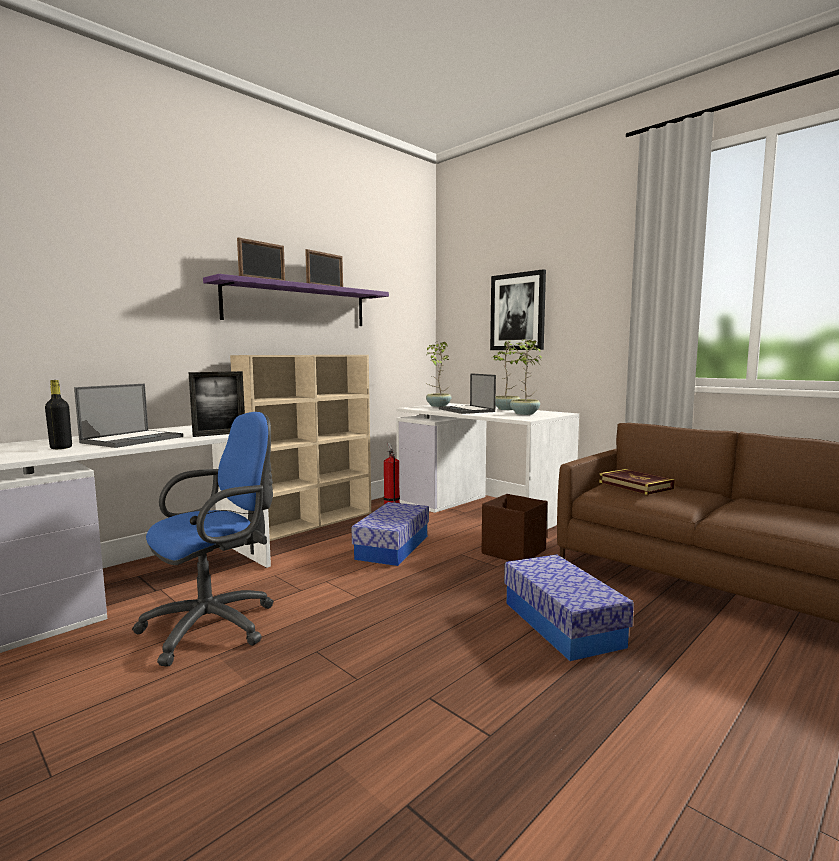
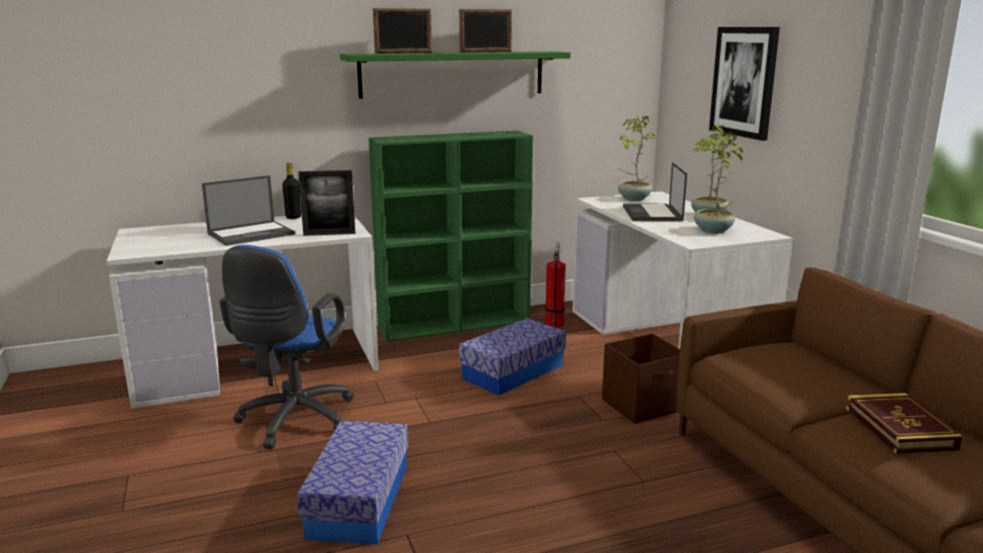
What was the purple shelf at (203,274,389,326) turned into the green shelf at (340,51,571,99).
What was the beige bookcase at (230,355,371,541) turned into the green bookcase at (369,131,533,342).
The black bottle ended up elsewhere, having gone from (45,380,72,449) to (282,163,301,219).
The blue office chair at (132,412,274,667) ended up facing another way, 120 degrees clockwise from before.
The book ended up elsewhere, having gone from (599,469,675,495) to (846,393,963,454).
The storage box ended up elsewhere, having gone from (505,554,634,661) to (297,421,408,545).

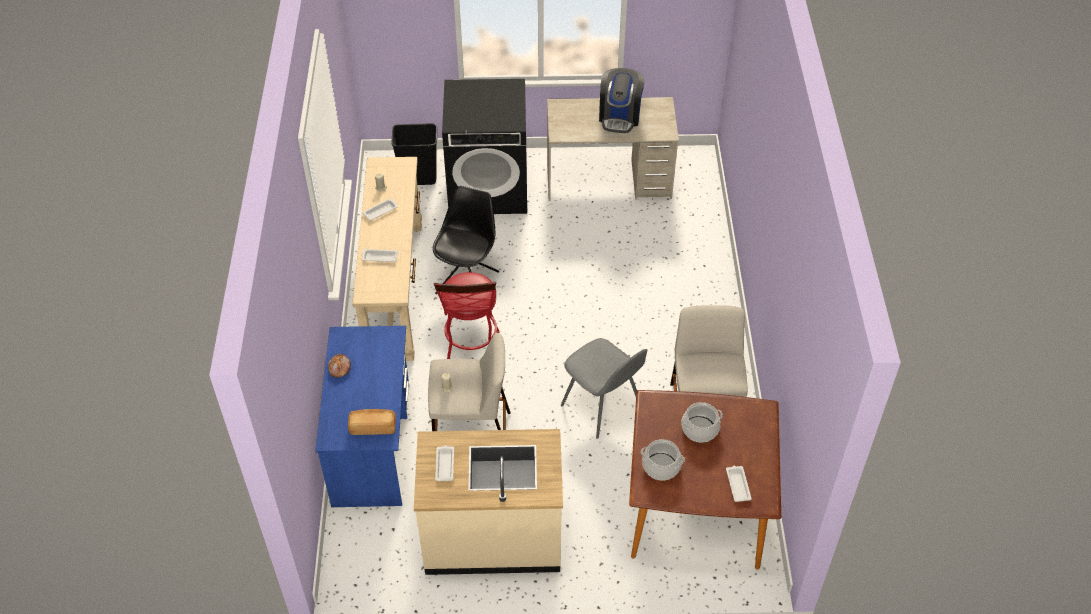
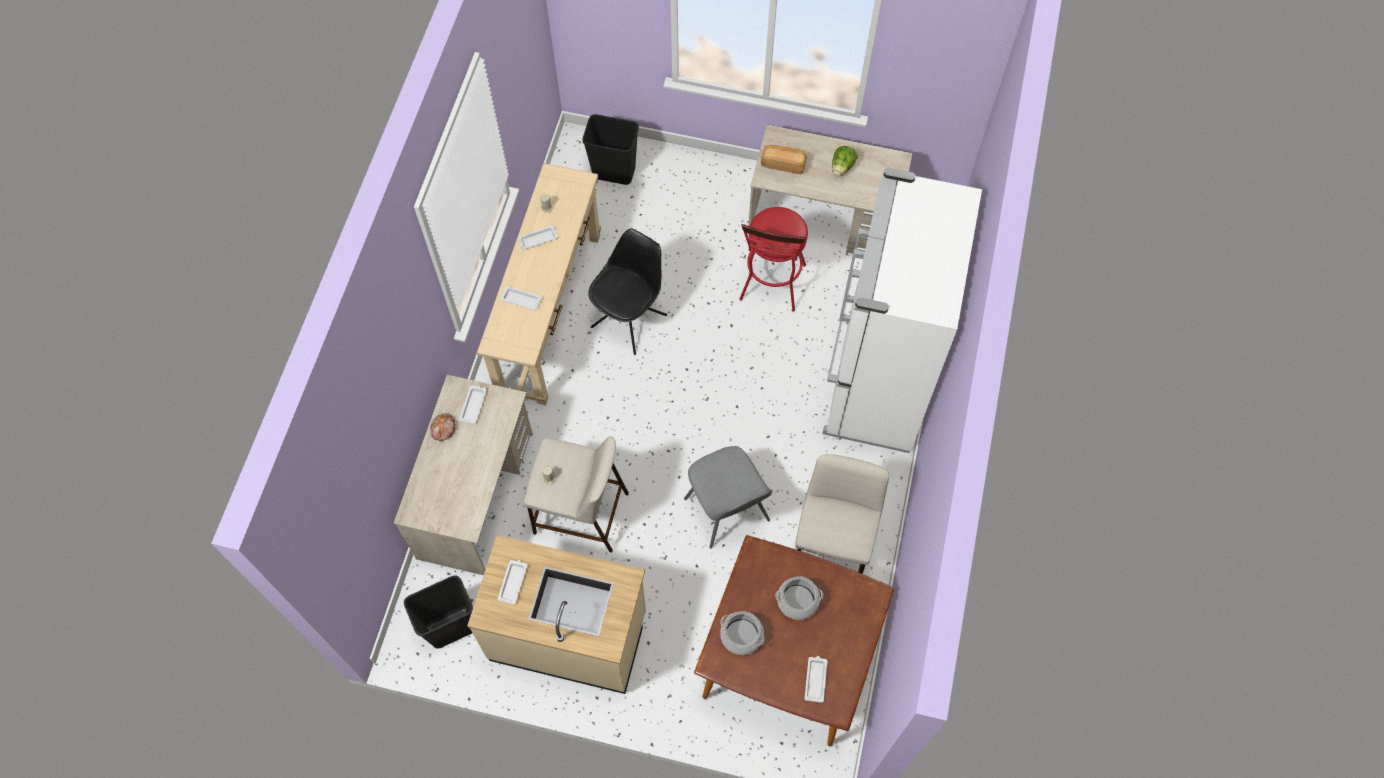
Where the coffee machine stood at (599,68,645,133), the lettuce came to stand at (832,146,858,177).
The second view lost the black washing machine at (442,79,527,214).
The red stool ended up elsewhere, having gone from (434,272,500,359) to (739,207,808,312).
What was the blue desk at (316,326,409,507) turned into the beige desk at (393,375,533,575).
The bread ended up elsewhere, having gone from (348,409,396,435) to (761,145,807,174).
The second view gained the white fridge at (822,168,982,453).
The second view gained the white tray at (459,386,487,424).
The second view gained the black trash can at (404,575,473,649).

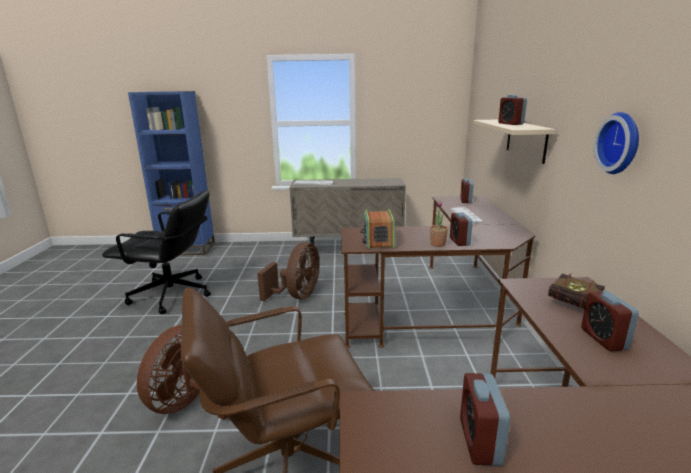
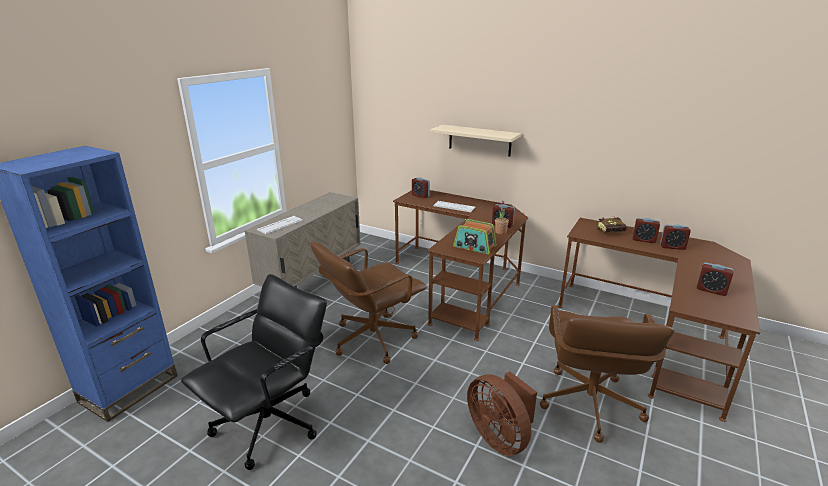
The alarm clock ended up elsewhere, having gone from (498,95,527,125) to (660,224,691,250).
The second view lost the wall clock at (594,112,639,174).
Where the brown fan stood at (257,242,319,301), the brown office chair came to stand at (310,242,427,364).

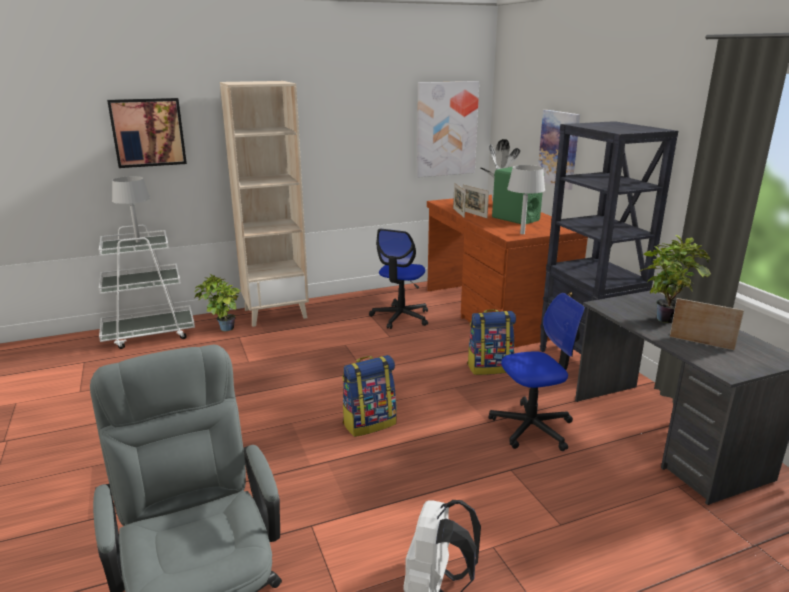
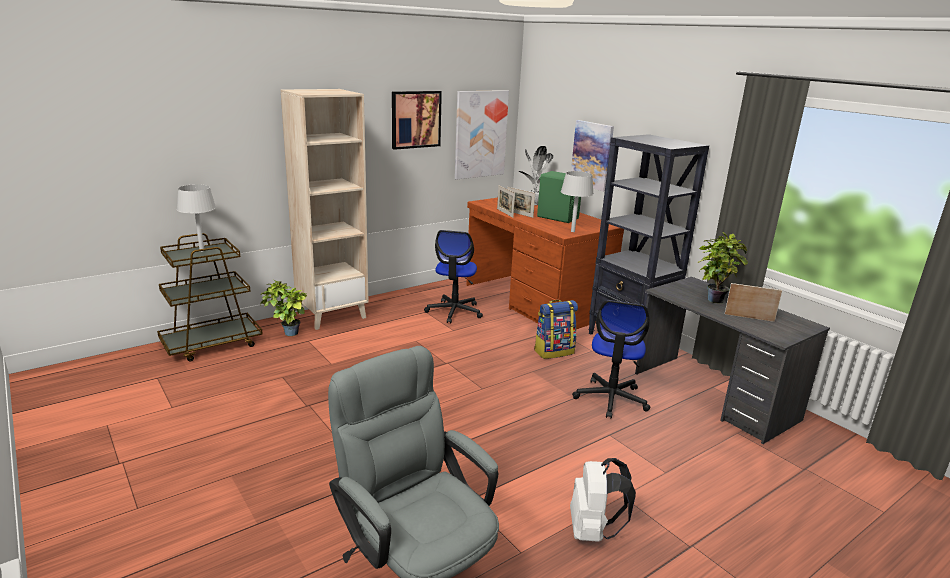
The picture ended up elsewhere, having gone from (107,98,187,168) to (392,91,442,150).
What was the white cart at (99,225,195,349) turned into the brown cart at (157,233,263,362).
The office chair at (488,293,585,451) ended up facing another way, 135 degrees clockwise from before.
The second view lost the backpack at (342,355,397,437).

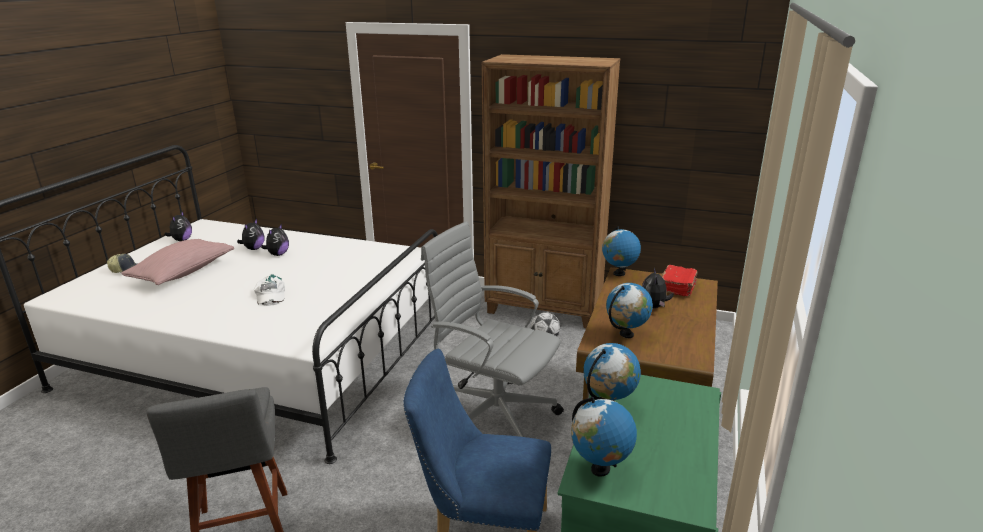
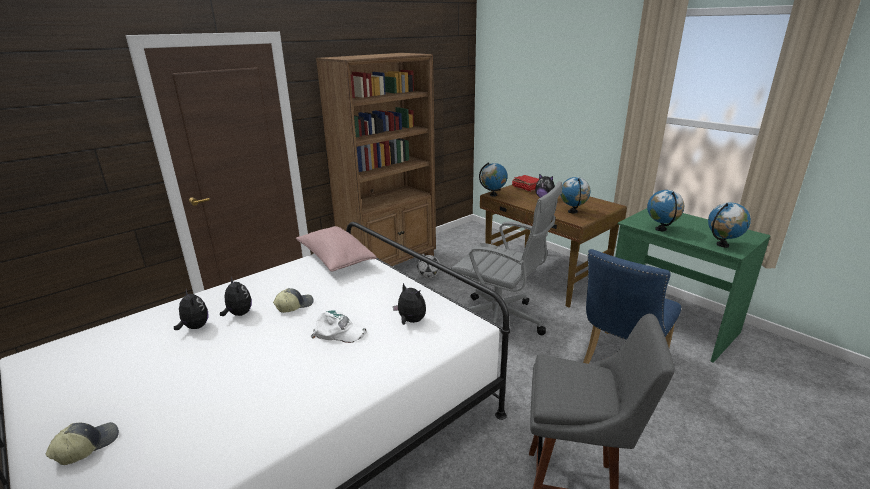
The plush toy ended up elsewhere, having gone from (164,211,192,241) to (393,283,426,325).
The grey office chair at (421,221,564,437) ended up facing another way, 120 degrees counterclockwise from before.
The pink pillow ended up elsewhere, having gone from (121,239,234,285) to (296,226,377,271).
The second view gained the cap at (273,288,314,313).

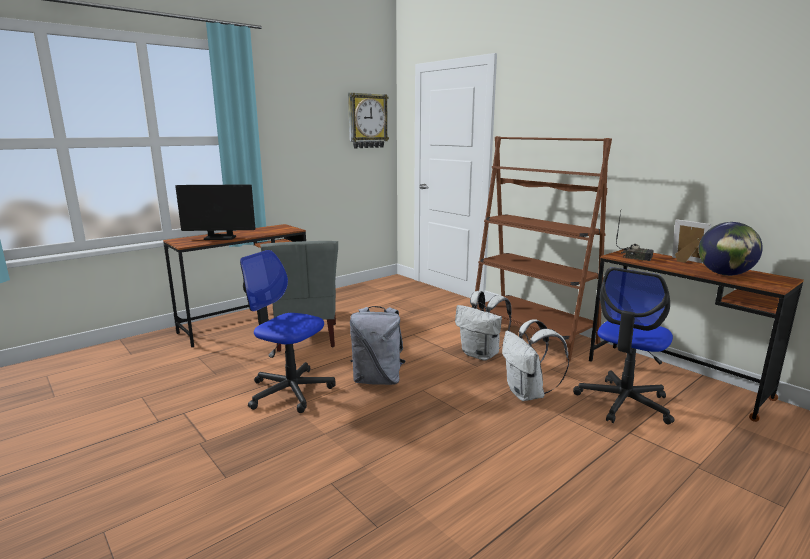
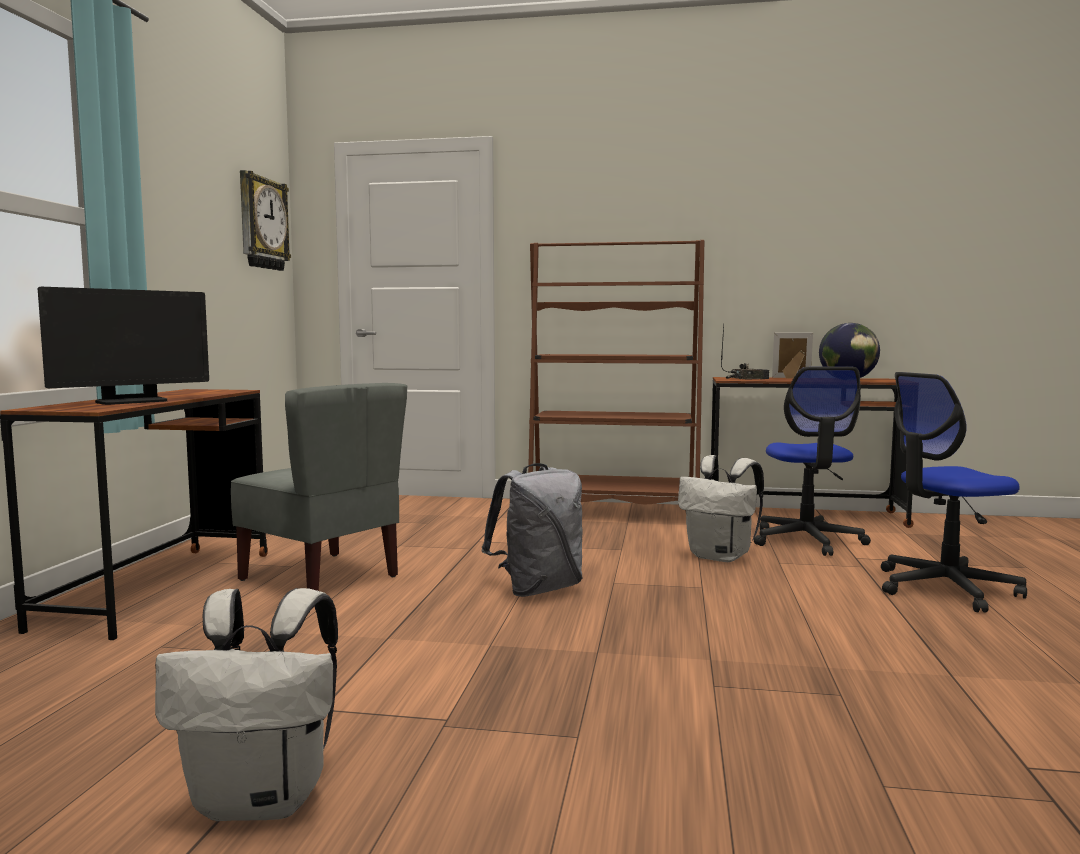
The office chair ended up elsewhere, having gone from (240,250,336,413) to (881,372,1027,613).
The white backpack ended up elsewhere, having gone from (455,291,512,361) to (155,588,338,821).

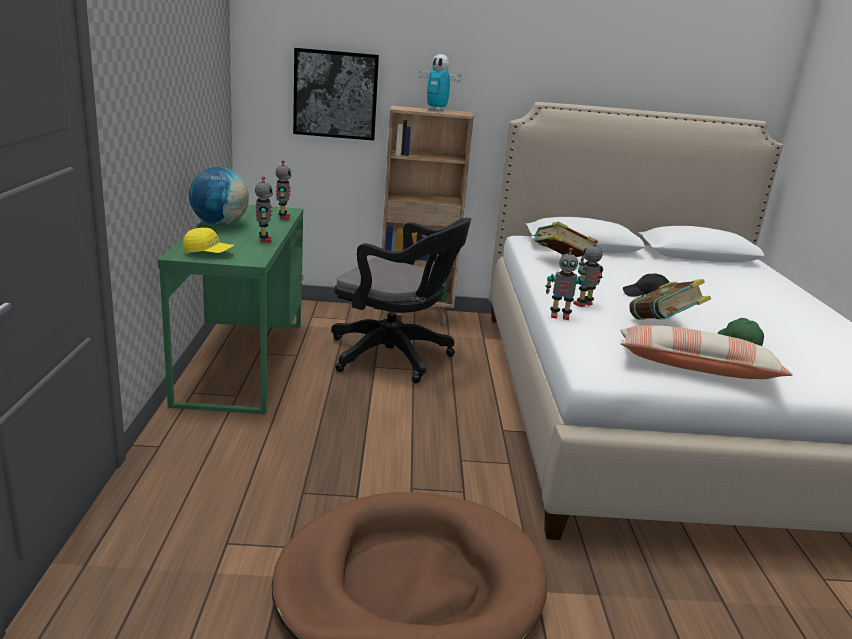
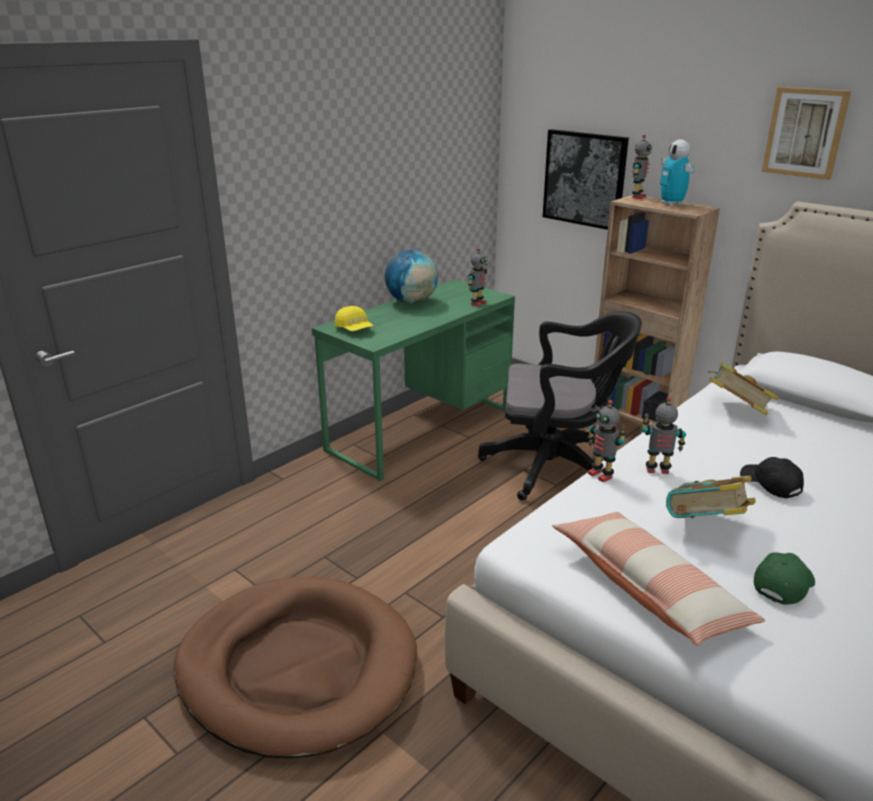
The toy robot ended up elsewhere, having gone from (255,176,273,243) to (632,135,652,199).
The black office chair at (331,218,471,384) ended up facing another way, 60 degrees counterclockwise from before.
The second view gained the picture at (762,87,851,180).

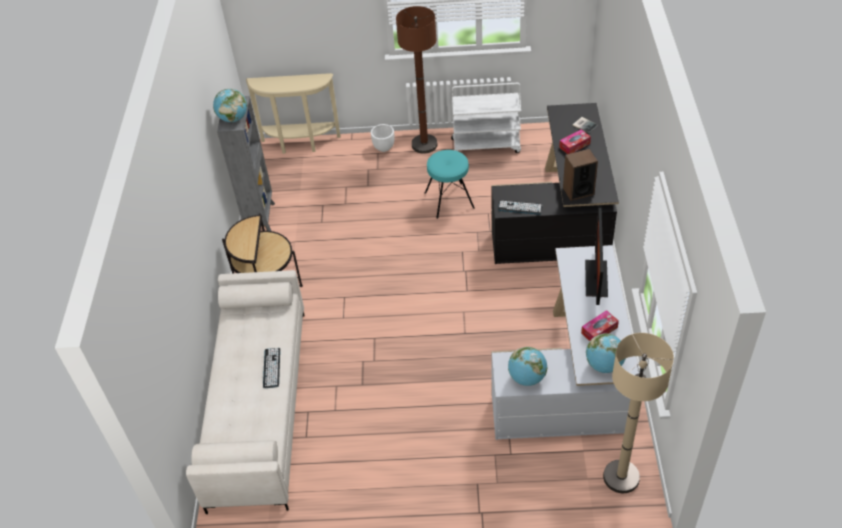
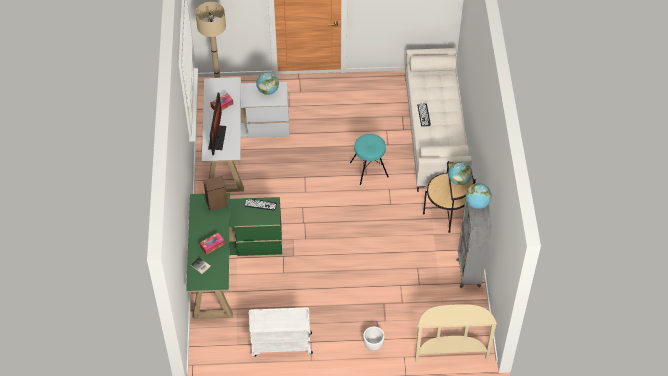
The second view lost the brown floor lamp at (396,6,438,154).
What was the black desk at (491,103,619,264) turned into the green desk at (186,193,282,319).
The turquoise stool ended up elsewhere, having gone from (425,150,475,219) to (350,134,389,185).
The globe ended up elsewhere, having gone from (586,333,626,373) to (448,161,473,185).

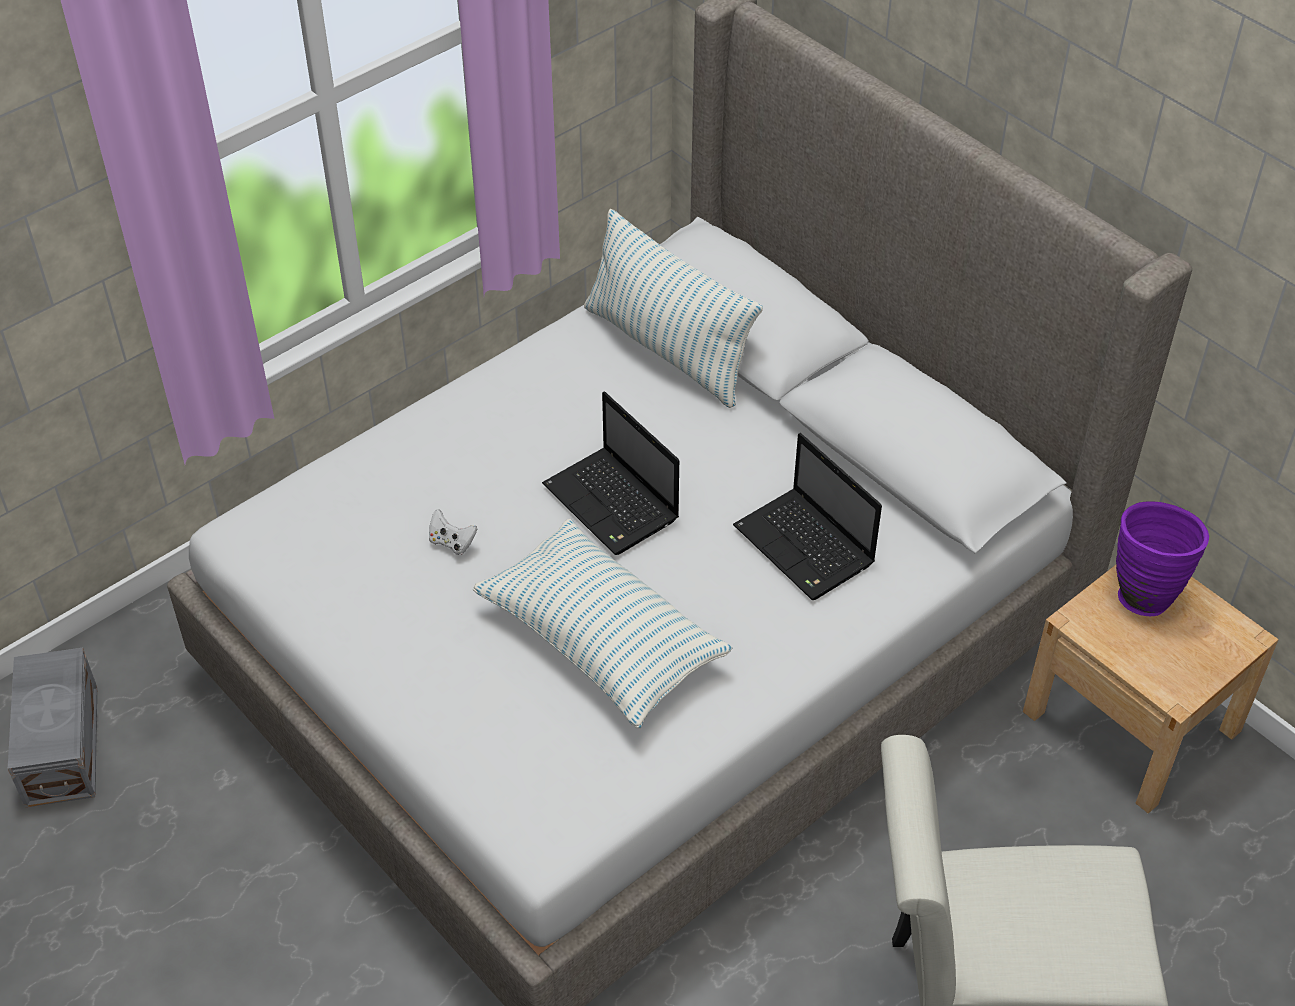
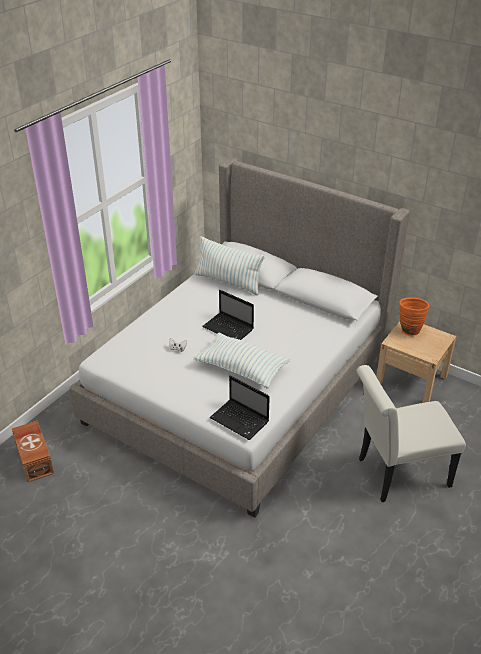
The laptop ended up elsewhere, having gone from (733,433,882,600) to (210,375,270,440).
What was the purple vase at (1116,501,1209,617) turned into the orange vase at (399,298,429,336).
What was the grey storage box at (8,648,97,807) turned into the brown storage box at (12,421,54,482).

